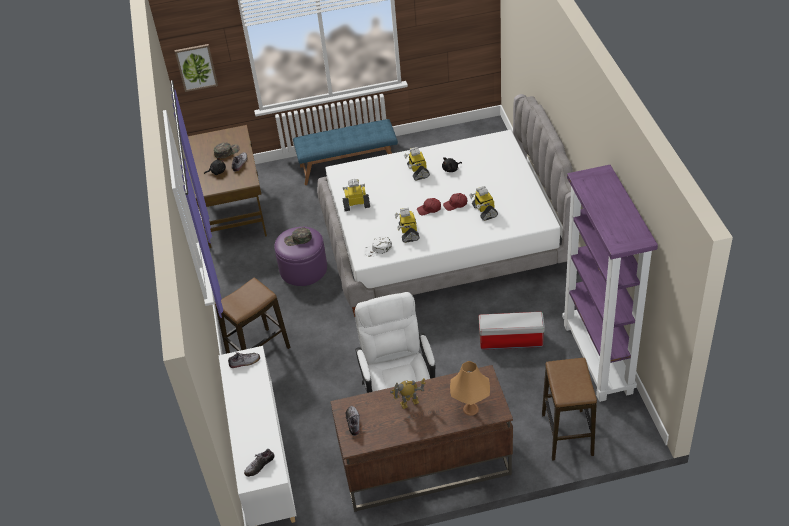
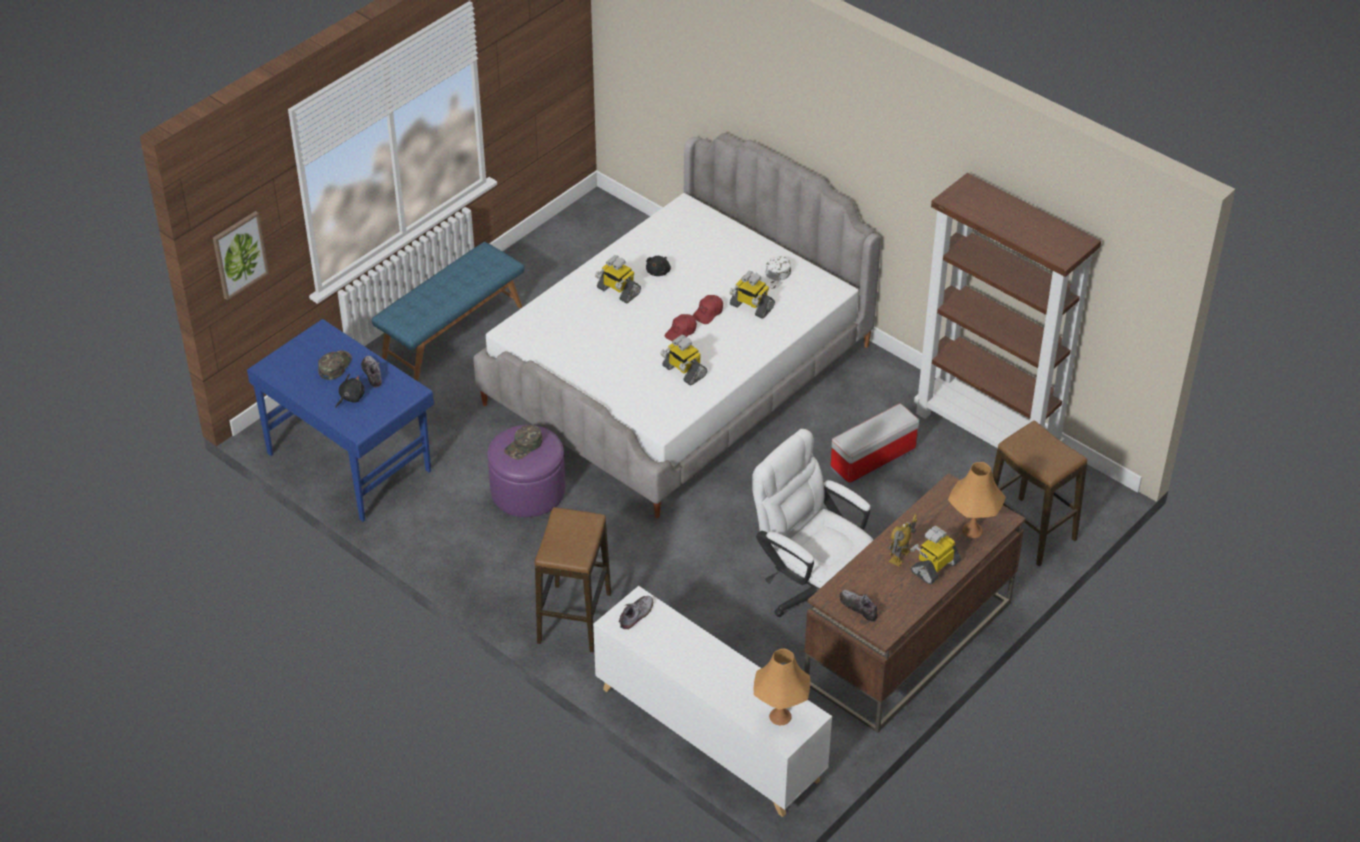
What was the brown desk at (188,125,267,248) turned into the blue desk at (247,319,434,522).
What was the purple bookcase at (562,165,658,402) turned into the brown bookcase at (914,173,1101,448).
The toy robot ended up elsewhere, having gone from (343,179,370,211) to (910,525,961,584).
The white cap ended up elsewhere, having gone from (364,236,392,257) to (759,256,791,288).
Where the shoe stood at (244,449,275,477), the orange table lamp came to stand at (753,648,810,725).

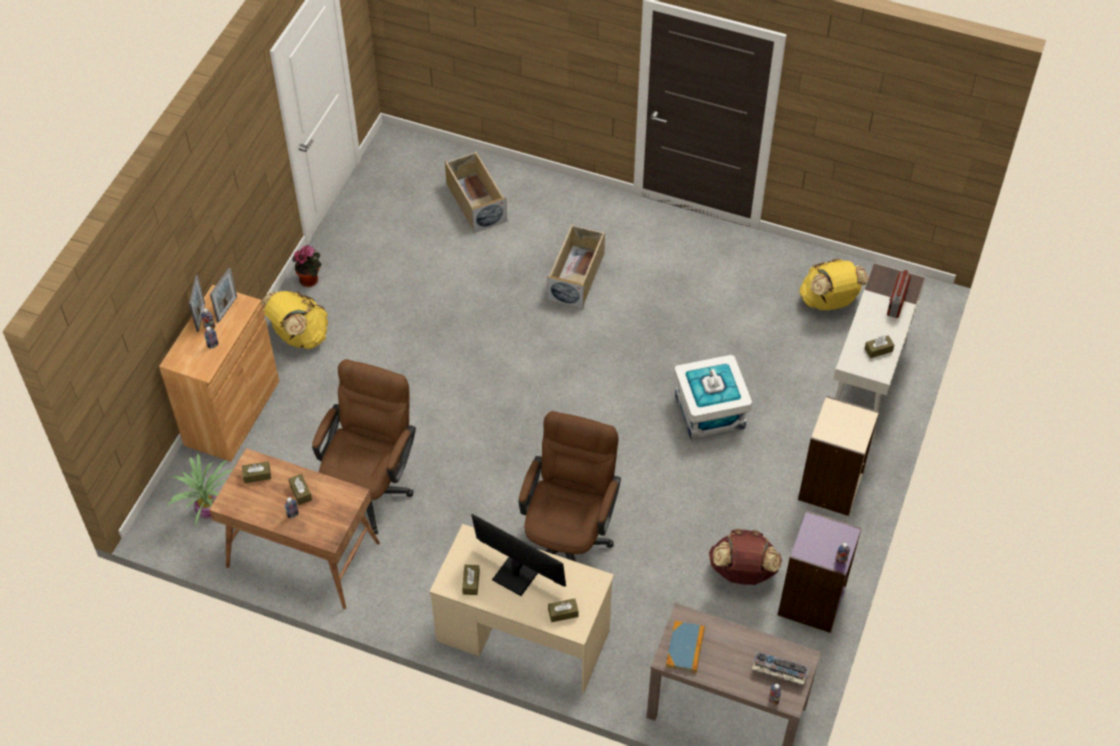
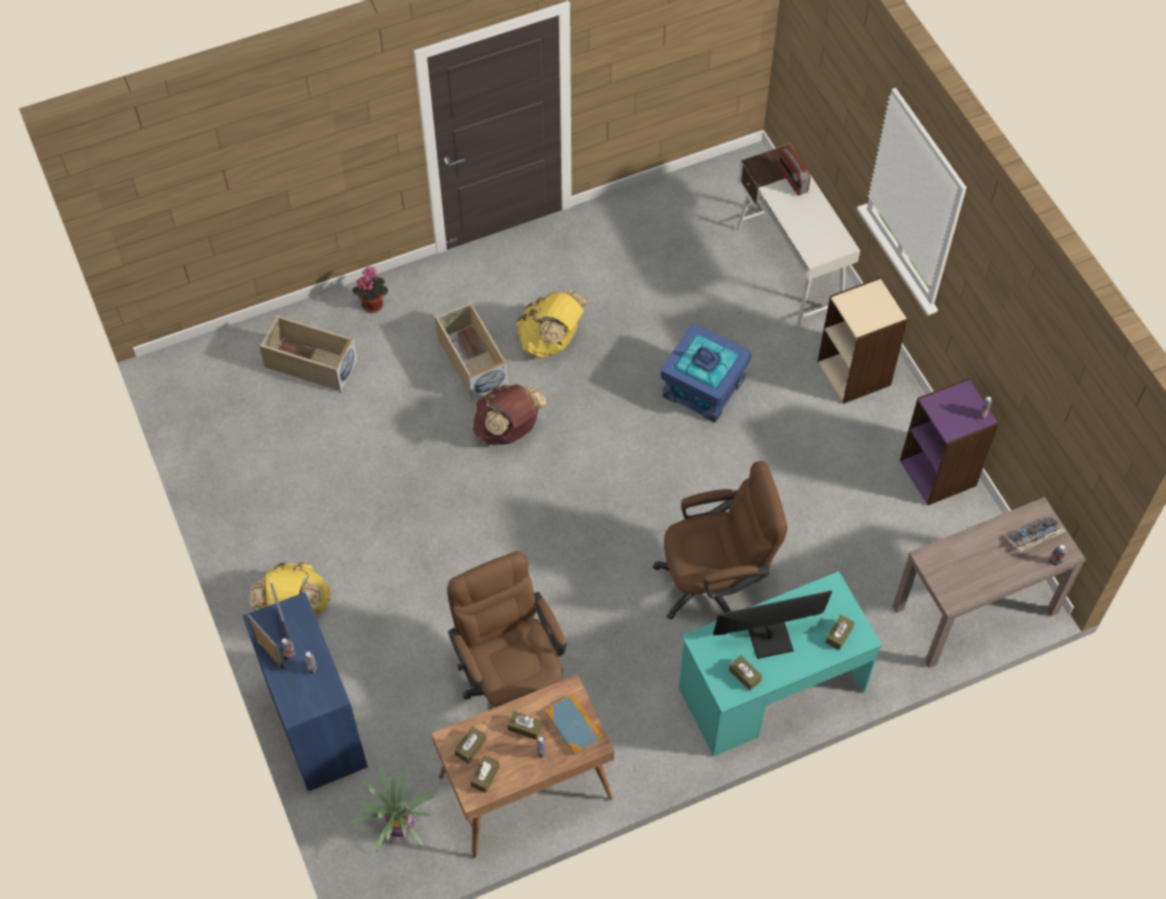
The potted plant ended up elsewhere, having gone from (292,245,321,287) to (352,266,388,313).
The yellow backpack ended up elsewhere, having gone from (799,259,869,310) to (516,290,588,359).
What was the brown cabinet at (159,285,279,462) turned into the blue cabinet at (242,592,368,791).
The brown tissue box ended up elsewhere, having gone from (865,335,894,358) to (470,755,500,793).
What was the white storage box at (674,355,752,440) turned into the blue storage box at (661,324,751,423).
The brown office chair at (518,411,621,562) ended up facing another way, 105 degrees clockwise from before.
What was the beige desk at (429,524,614,693) turned into the turquoise desk at (679,571,882,756).
The brown backpack ended up elsewhere, having gone from (709,529,782,585) to (473,384,547,445).
The book ended up elsewhere, having gone from (666,621,705,673) to (546,694,603,756).

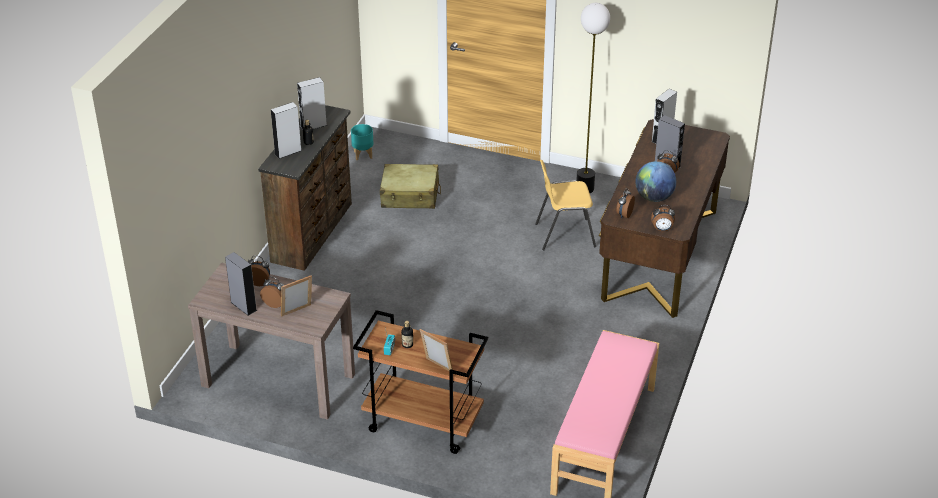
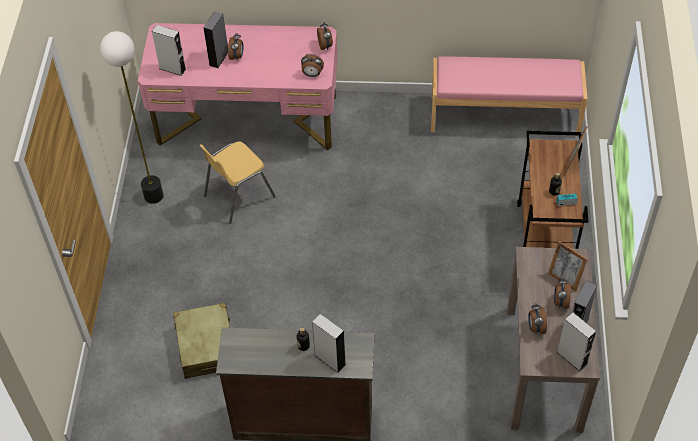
The grey speaker ended up elsewhere, having gone from (297,77,327,130) to (557,312,596,371).
What was the brown desk at (599,119,730,318) turned into the pink desk at (138,23,338,150).
The second view lost the turquoise planter at (351,124,373,160).
The yellow chair at (535,160,596,251) ended up facing another way, 75 degrees clockwise from before.
The second view lost the globe at (635,161,676,202).

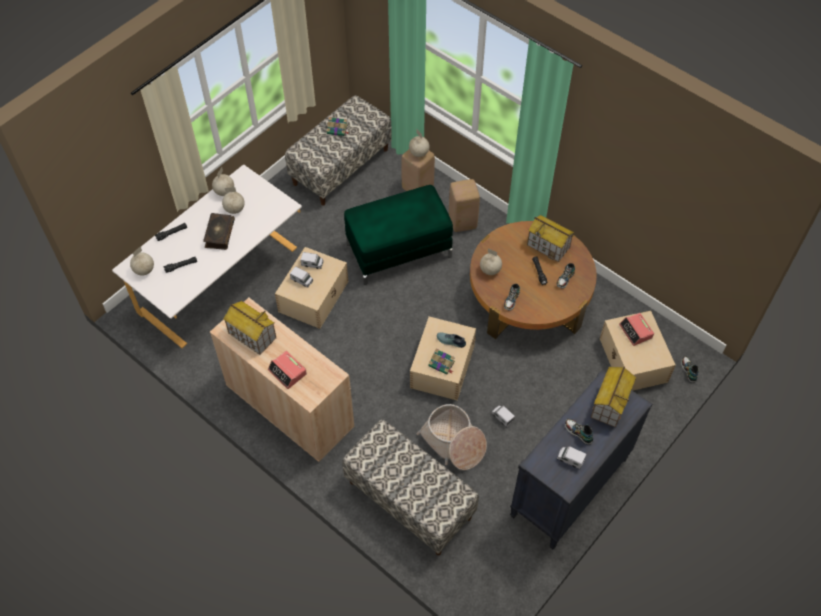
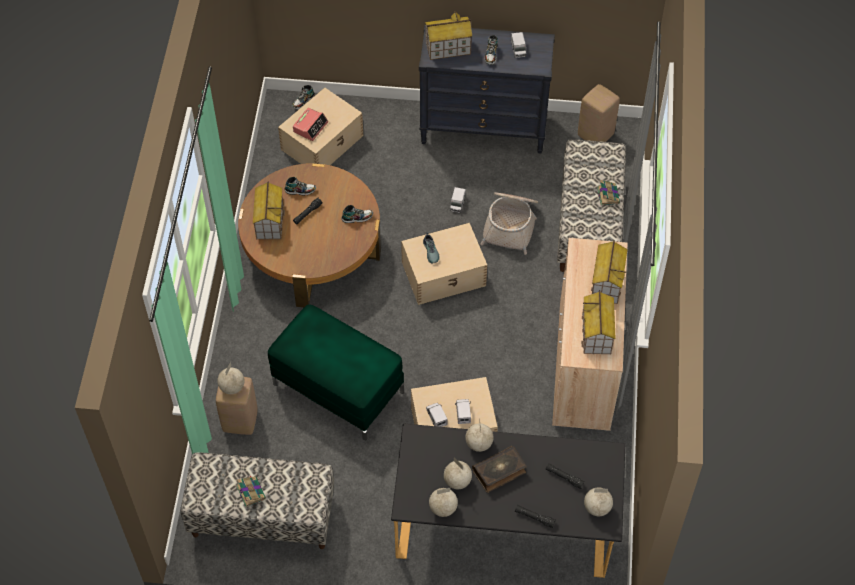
What was the white desk at (112,164,302,348) turned into the black desk at (391,424,625,578).
The beige stool ended up elsewhere, having gone from (449,179,480,232) to (578,84,620,142).
The globe ended up elsewhere, having gone from (480,248,502,275) to (465,421,493,452).
The book ended up elsewhere, having gone from (428,349,455,375) to (597,180,620,206).
Where the alarm clock stood at (268,351,307,389), the toy house came to stand at (591,241,628,304).

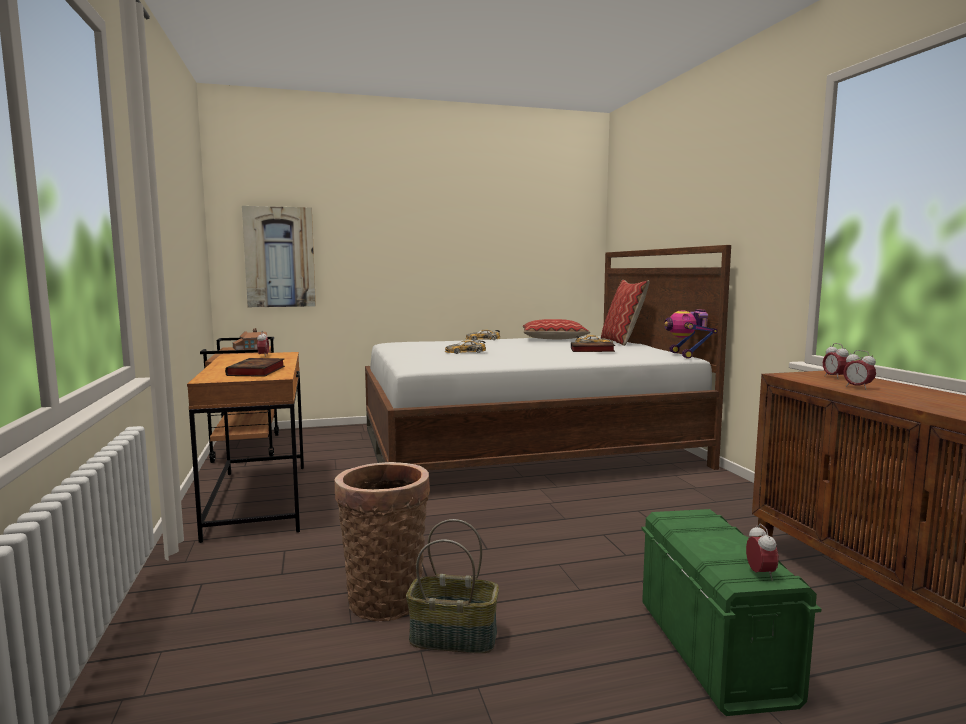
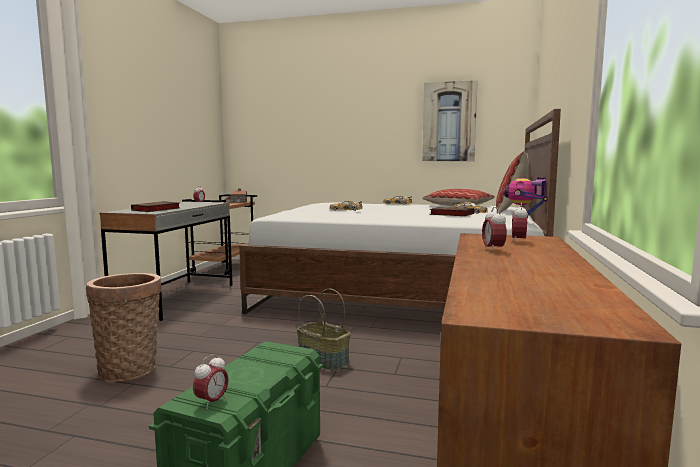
The picture ended up elsewhere, having gone from (242,206,316,307) to (422,80,478,161).
What was the brown desk at (187,352,304,543) turned into the grey desk at (100,201,233,321).
The basket ended up elsewhere, having gone from (406,519,499,653) to (297,289,351,371).

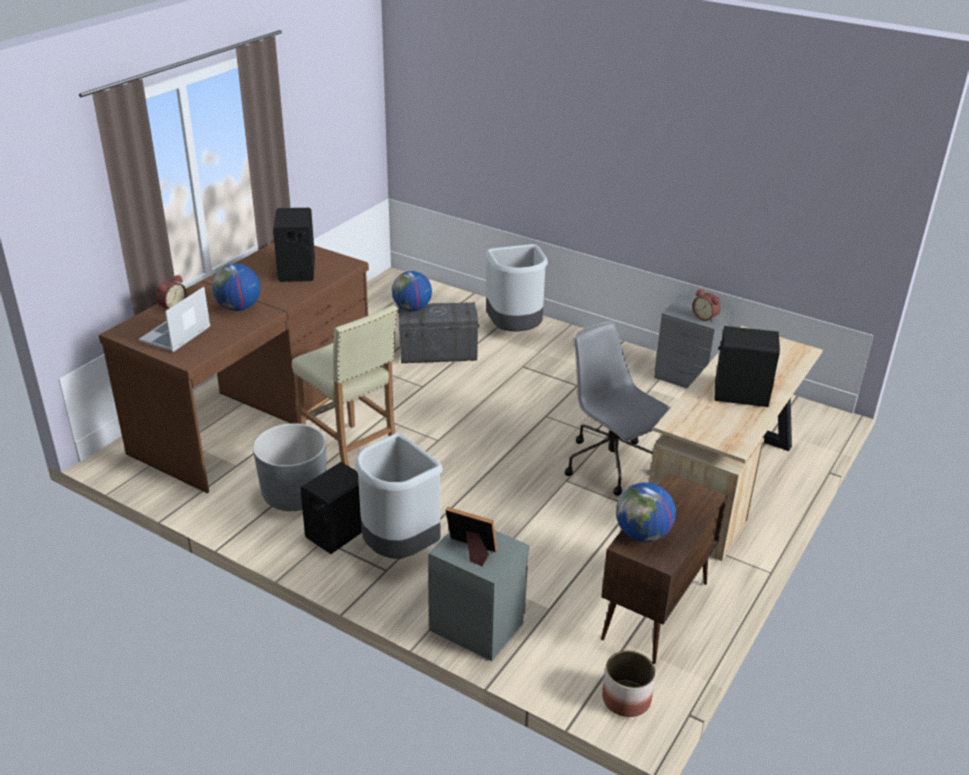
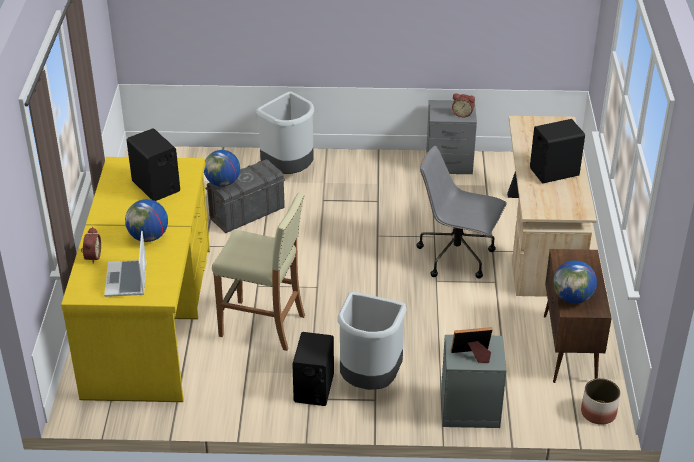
What was the brown desk at (99,242,369,493) turned into the yellow desk at (61,157,210,402).
The second view lost the grey planter at (253,423,327,511).

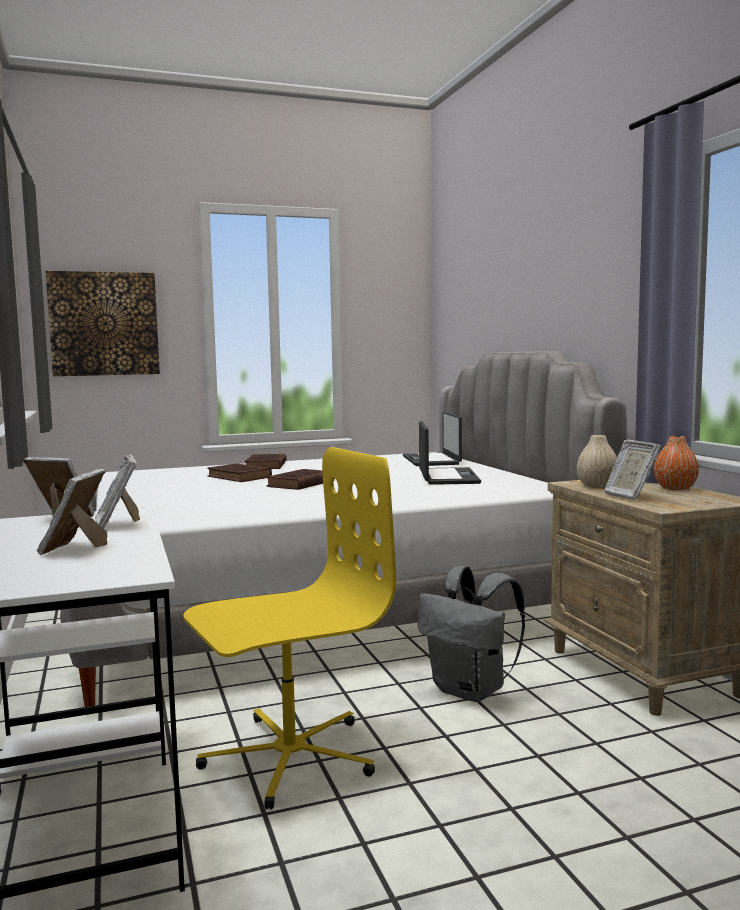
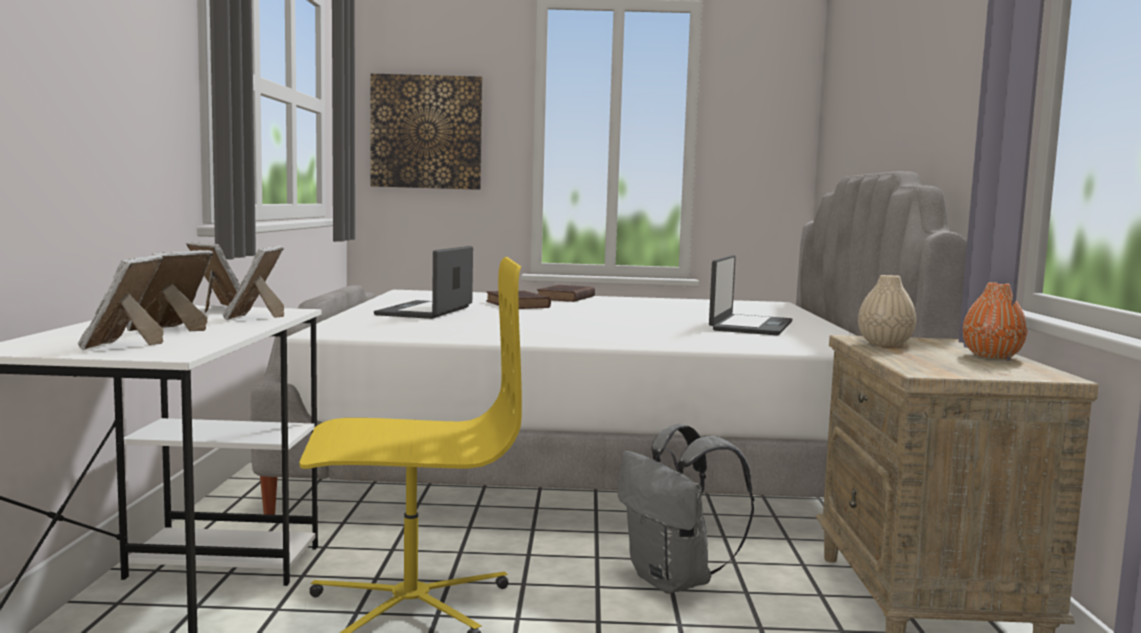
The laptop ended up elsewhere, having gone from (403,412,462,466) to (374,246,473,319).
The picture frame ended up elsewhere, having gone from (604,440,661,500) to (77,255,163,350).
The second view lost the brown book at (266,469,335,490).

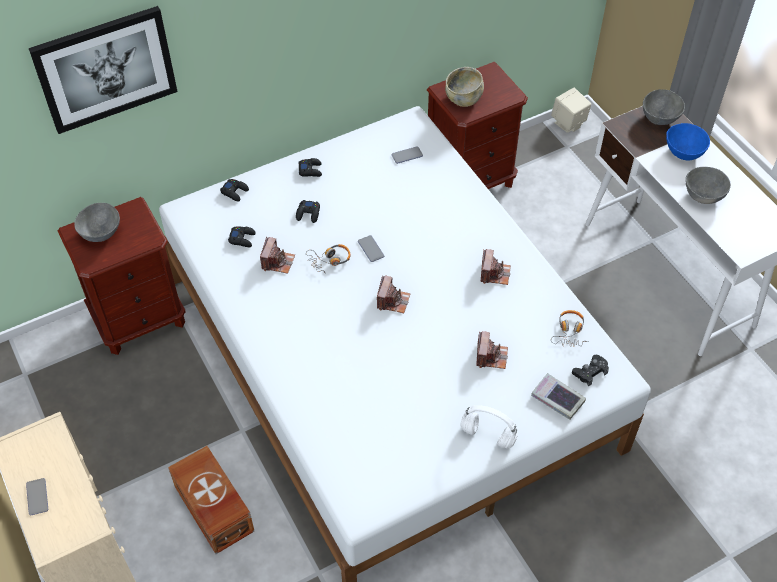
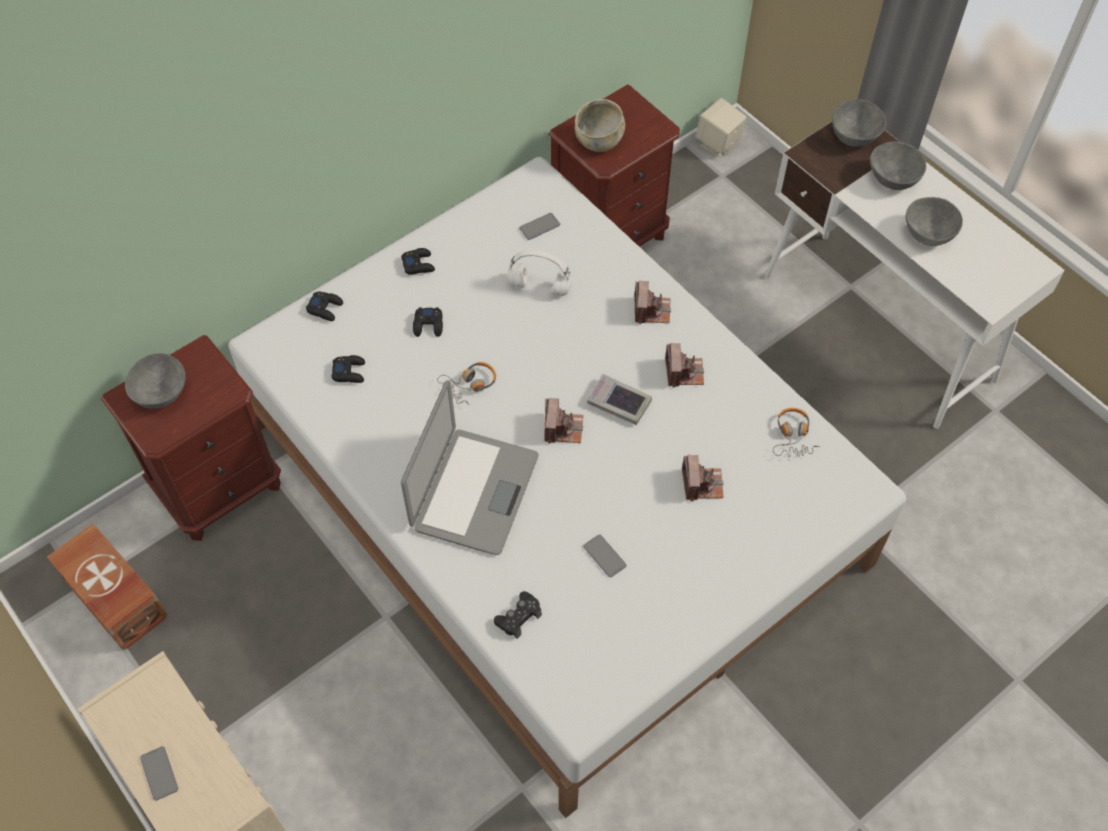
The second view lost the picture at (29,6,178,134).
What was the blue bowl at (666,123,710,160) turned into the grey bowl at (870,142,926,190).
The phone ended up elsewhere, having gone from (358,235,384,262) to (583,534,626,577).
The photo camera ended up elsewhere, having gone from (260,237,295,274) to (634,281,671,324).
The black game controller ended up elsewhere, having gone from (572,355,609,386) to (494,591,542,639).
The book ended up elsewhere, having gone from (531,373,586,420) to (587,374,652,425).
The white headphones ended up elsewhere, having gone from (460,405,518,448) to (508,250,572,296).
The brown storage box ended up elsewhere, having gone from (168,446,254,554) to (47,523,168,651).
The second view gained the laptop at (401,380,539,555).

